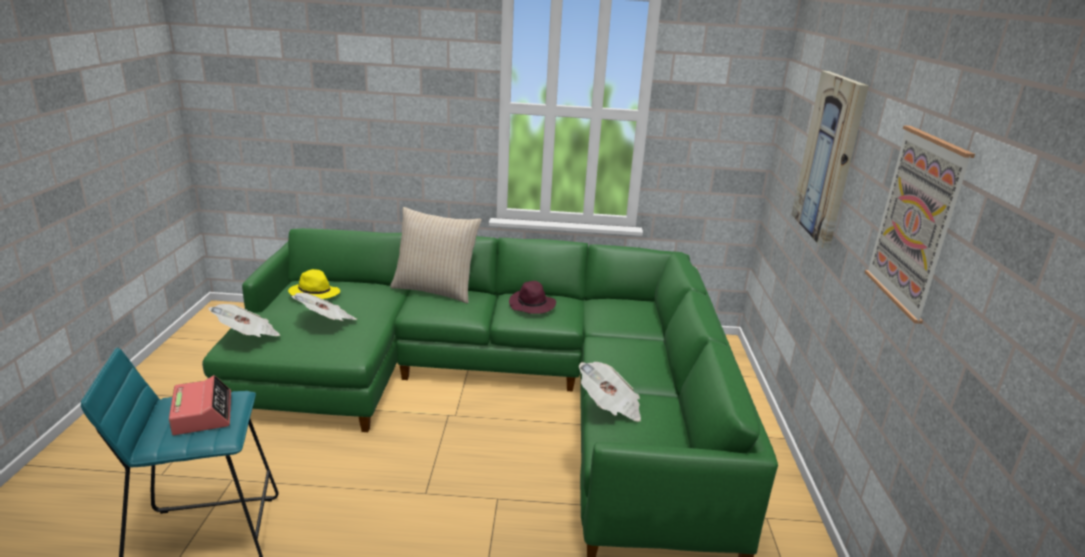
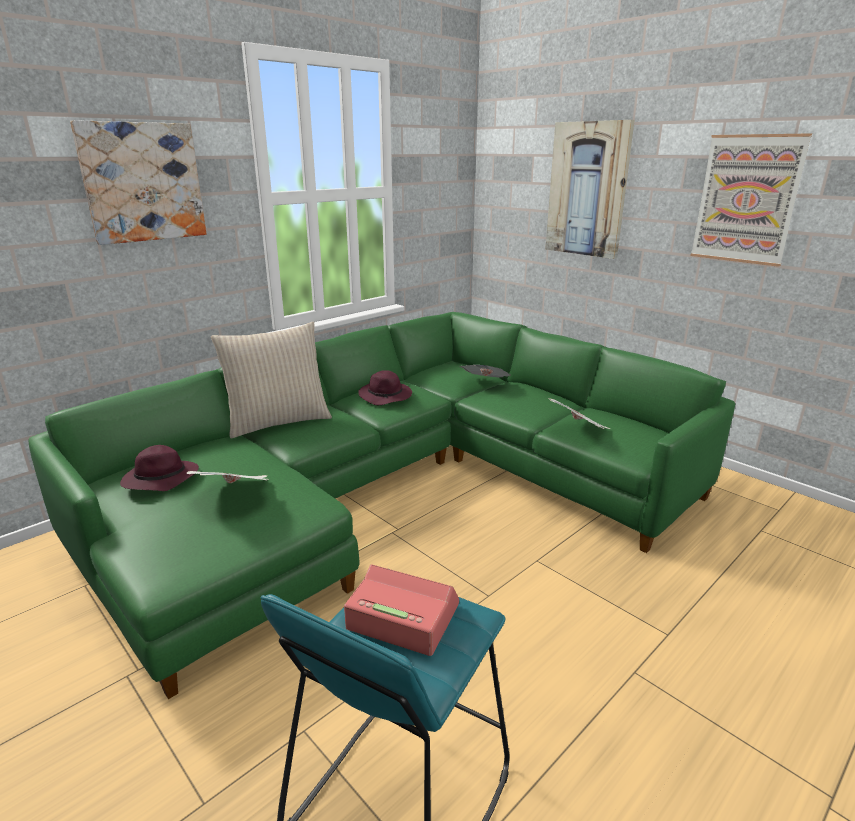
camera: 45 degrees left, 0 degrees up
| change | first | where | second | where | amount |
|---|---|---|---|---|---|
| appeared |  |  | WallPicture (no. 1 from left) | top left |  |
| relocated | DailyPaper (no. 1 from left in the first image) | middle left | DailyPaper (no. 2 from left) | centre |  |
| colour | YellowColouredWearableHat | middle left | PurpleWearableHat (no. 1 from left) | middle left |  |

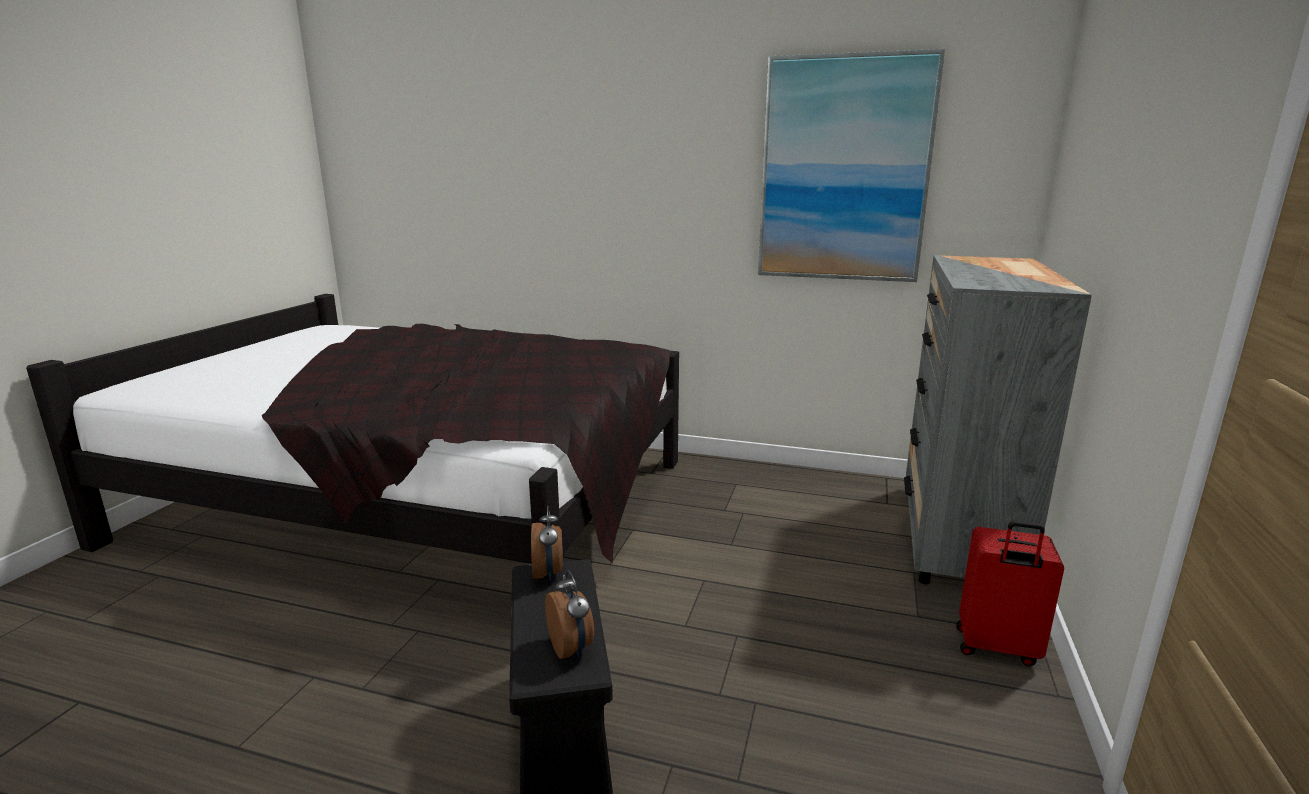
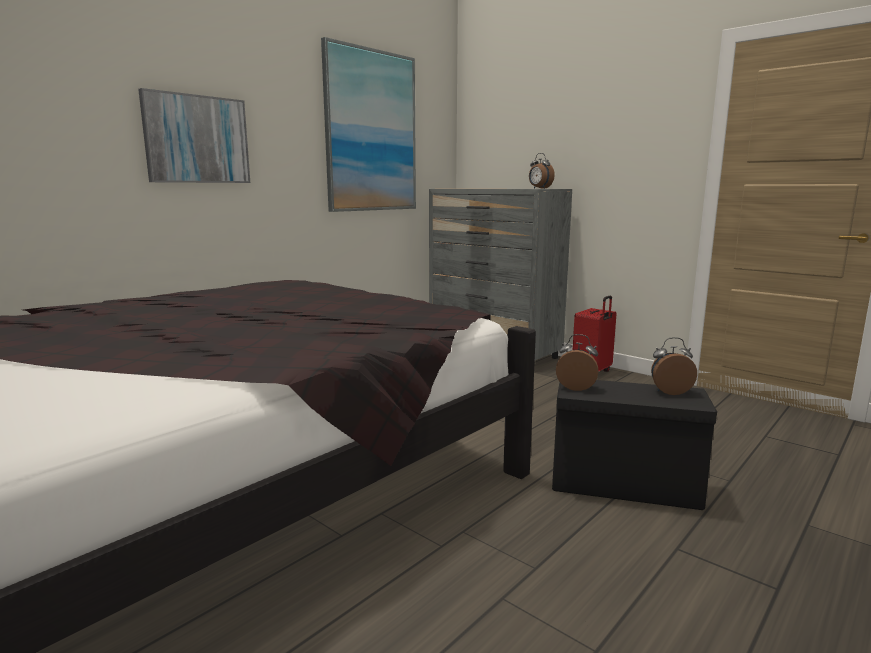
camera: 65 degrees left, 5 degrees down
| change | first | where | second | where | amount |
|---|---|---|---|---|---|
| appeared |  |  | WallPicture (no. 1 from left) | top left |  |
| appeared |  |  | AlarmClock (no. 1 from left) | top centre |  |

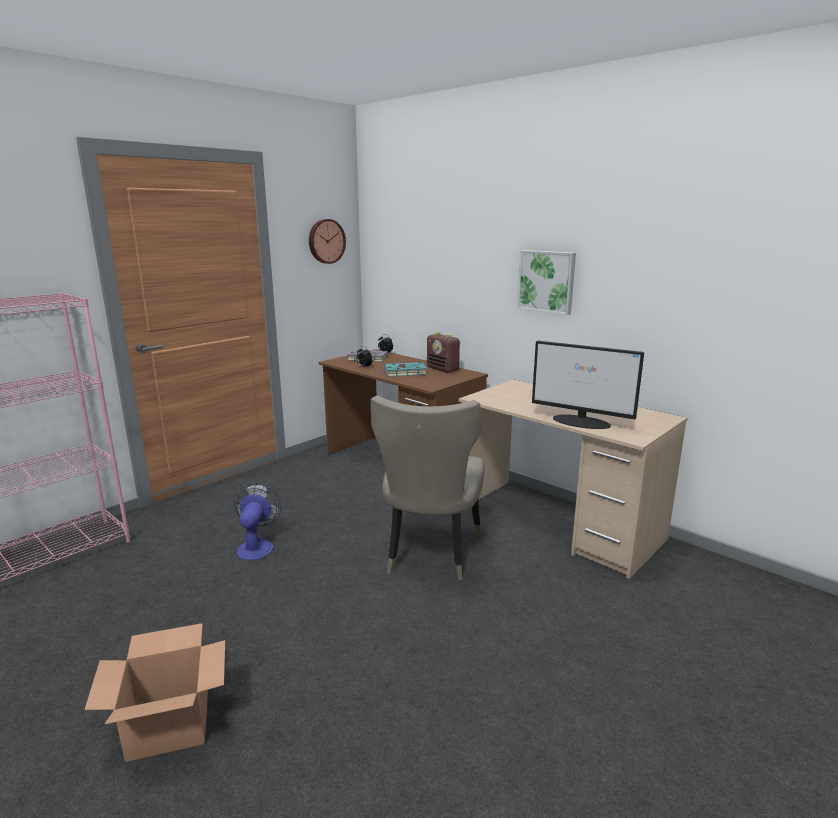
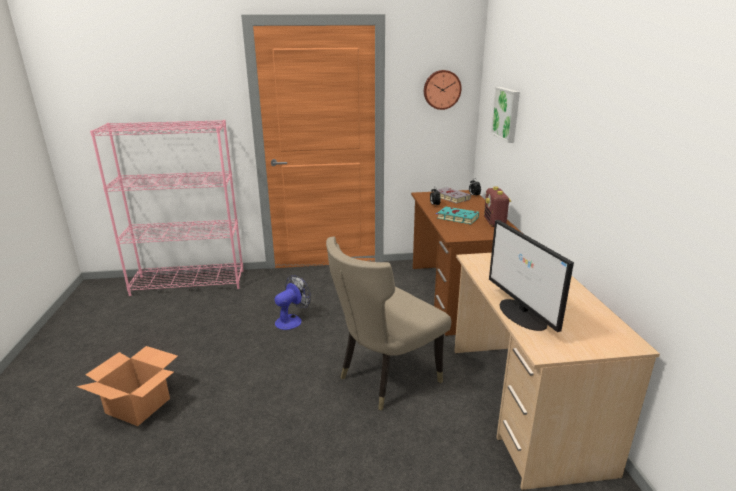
camera: 40 degrees right, 5 degrees up
| change | first | where | second | where | amount |
|---|---|---|---|---|---|
| relocated | WallPicture | centre |  | top right |  |

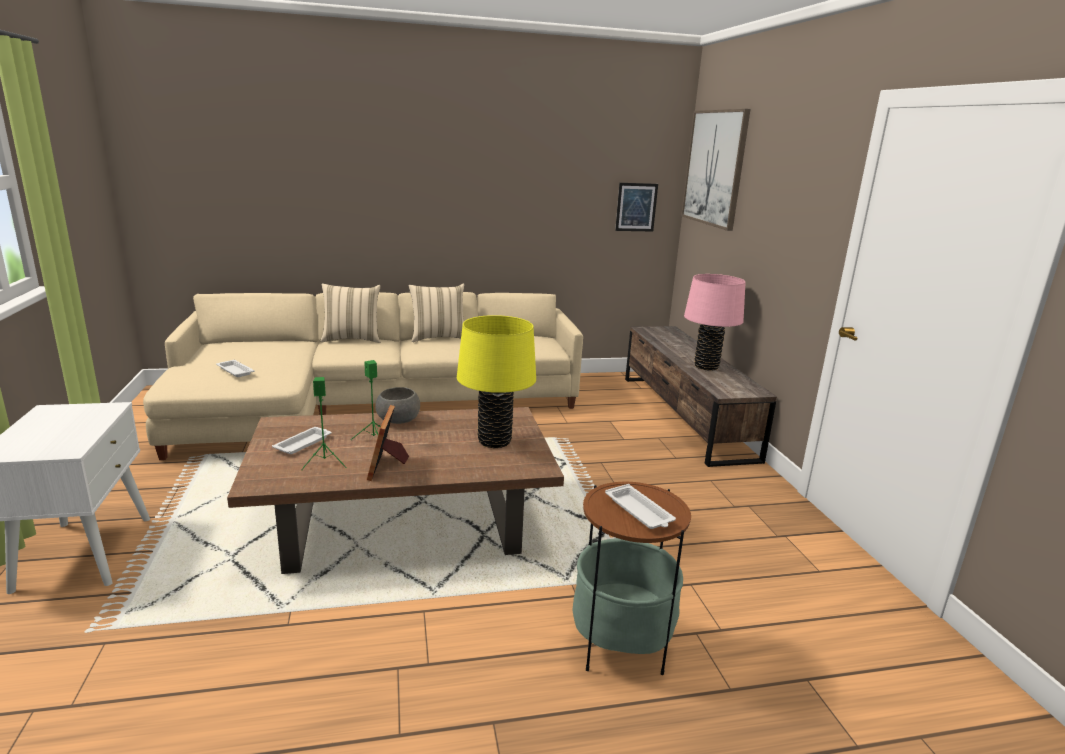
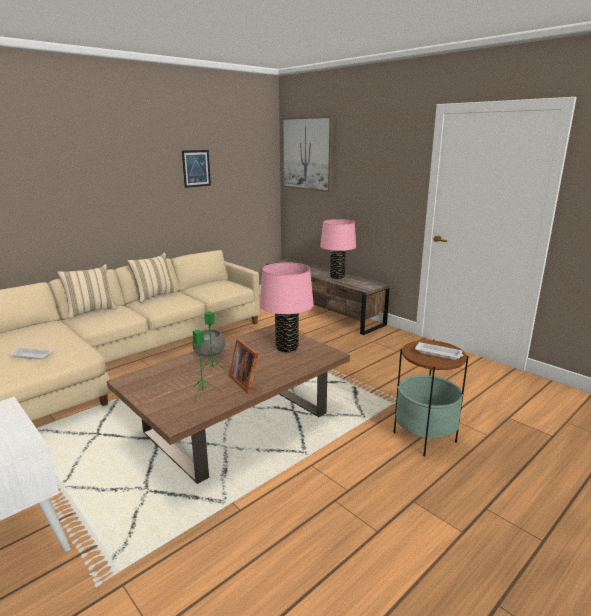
camera: 30 degrees left, 0 degrees up
| change | first | where | second | where | amount |
|---|---|---|---|---|---|
| missing | WhitishCarryingTray (no. 2 from left) | middle left |  |  |  |
| relocated | WallPicture (no. 1 from left) | top centre |  | top left |  |
| colour | YellowColouredLampForATable | centre | PinkColouredLampForATable (no. 1 from left) | centre |  |

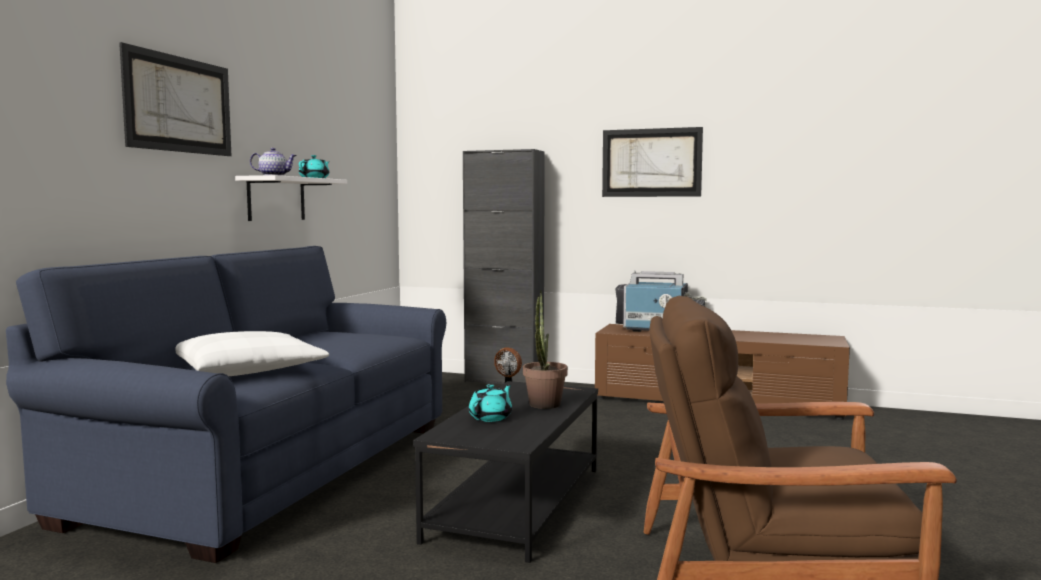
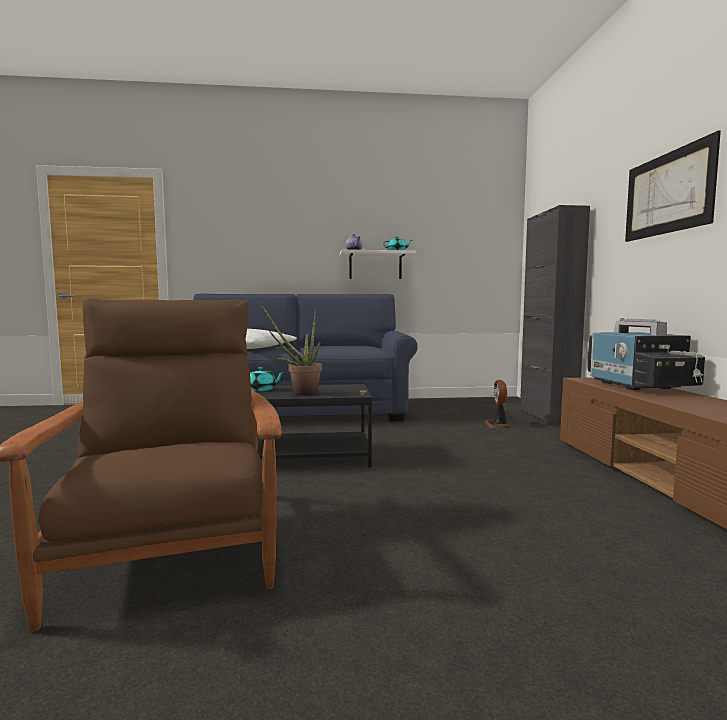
camera: 65 degrees right, 0 degrees up
| change | first | where | second | where | amount |
|---|---|---|---|---|---|
| missing | WallPicture (no. 1 from left) | top left |  |  |  |

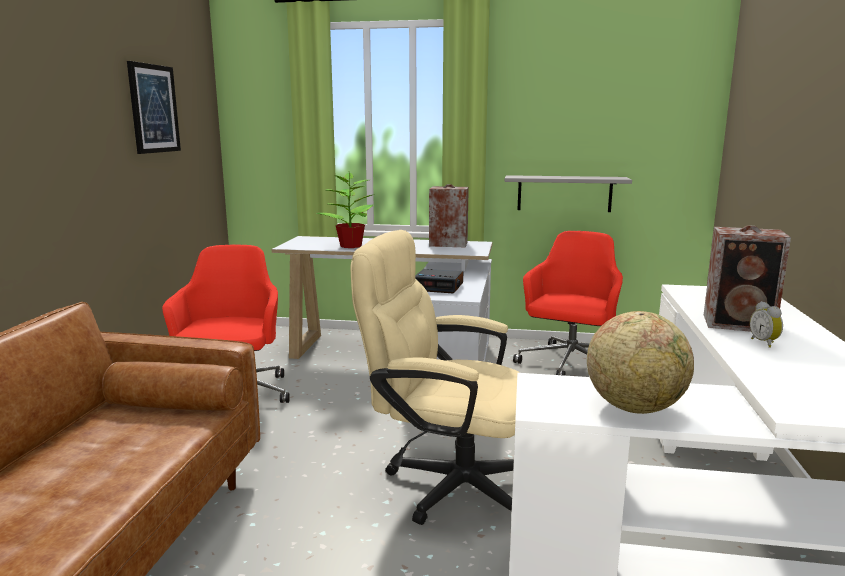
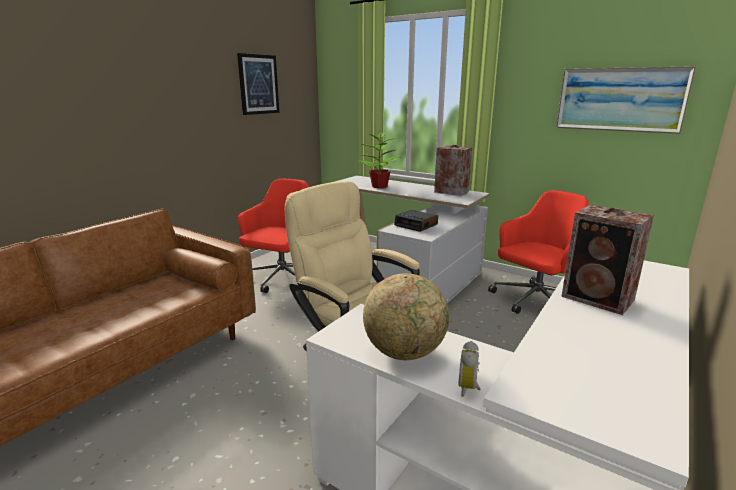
camera: 25 degrees right, 5 degrees up
| change | first | where | second | where | amount |
|---|---|---|---|---|---|
| missing | GrayWallShelf | middle right |  |  |  |
| appeared |  |  | WallPicture (no. 2 from left) | top right |  |
| relocated | AlarmClock (no. 2 from left) | middle right |  | bottom centre |  |

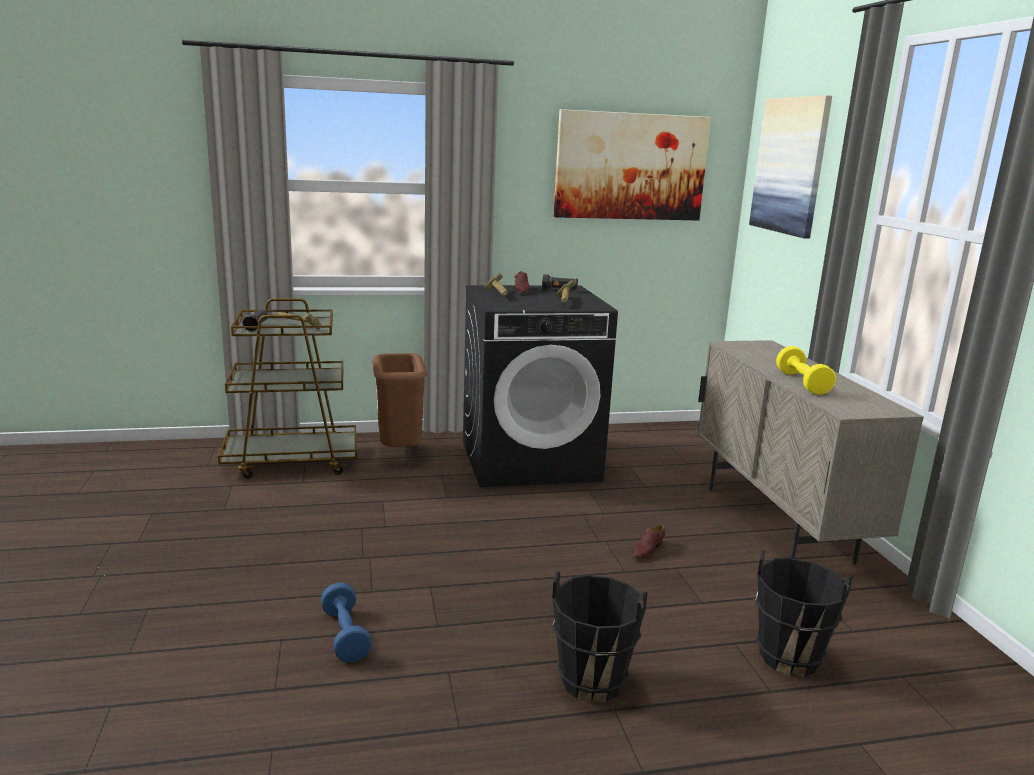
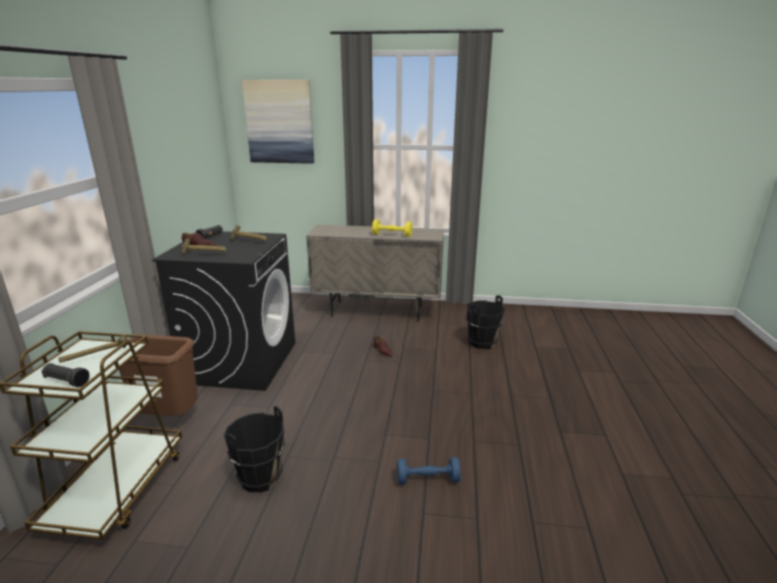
camera: 70 degrees left, 5 degrees up
| change | first | where | second | where | amount |
|---|---|---|---|---|---|
| missing | WallPicture (no. 1 from left) | top centre |  |  |  |
| relocated | BlackColouredWaterBucket (no. 1 from left) | bottom centre |  | bottom left |  |

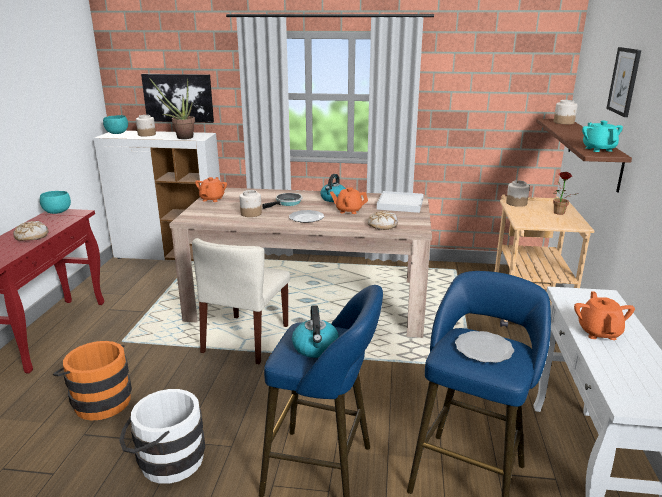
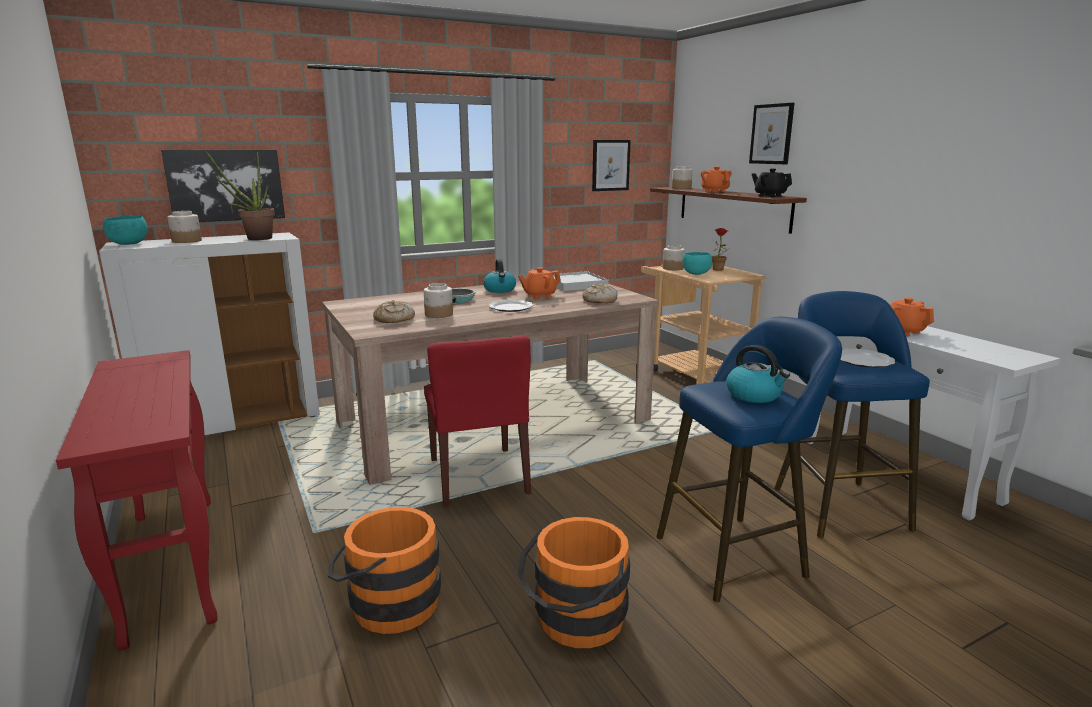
camera: 35 degrees left, 5 degrees down
| change | first | where | second | where | amount |
|---|---|---|---|---|---|
| appeared |  |  | WallPicture (no. 2 from left) | top centre |  |
| relocated | BakeryBread (no. 1 from left) | middle left |  | centre |  |
| relocated | TurquoiseColouredDeepDish (no. 1 from left in the first image) | middle left | TurquoiseColouredDeepDish (no. 2 from left) | centre |  |
| relocated | OrangeColouredTeapot (no. 1 from left in the first image) | middle left | OrangeColouredTeapot (no. 2 from left) | top centre |  |
| colour | WhitishWaterBucket | bottom left | OrangeColouredWaterBucket (no. 2 from left) | bottom centre |  |
| colour | BeigeColouredPlainChair | centre | RedColouredPlainChair | centre |  |
| colour | TurquoiseColouredTeapot | top right | BlackColouredTeapot | top right |  |

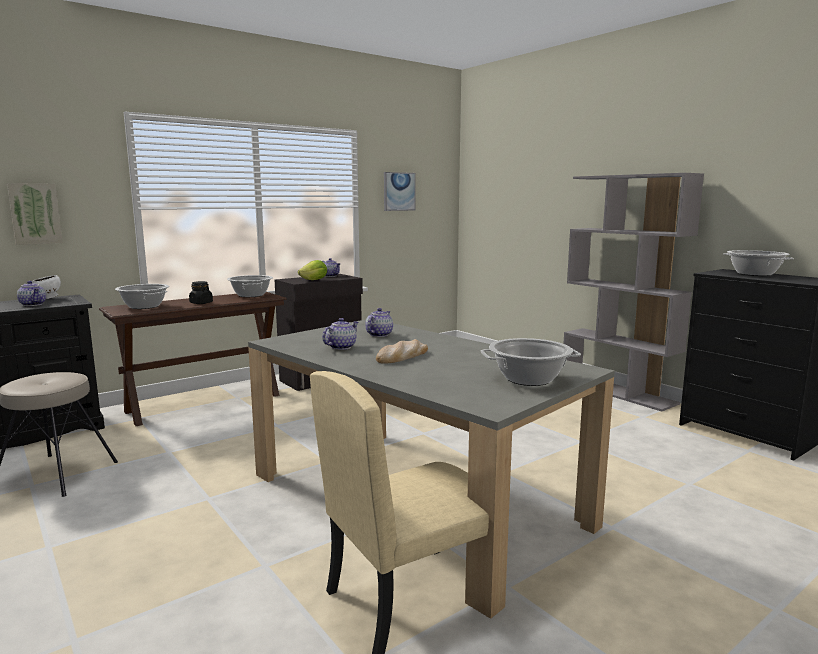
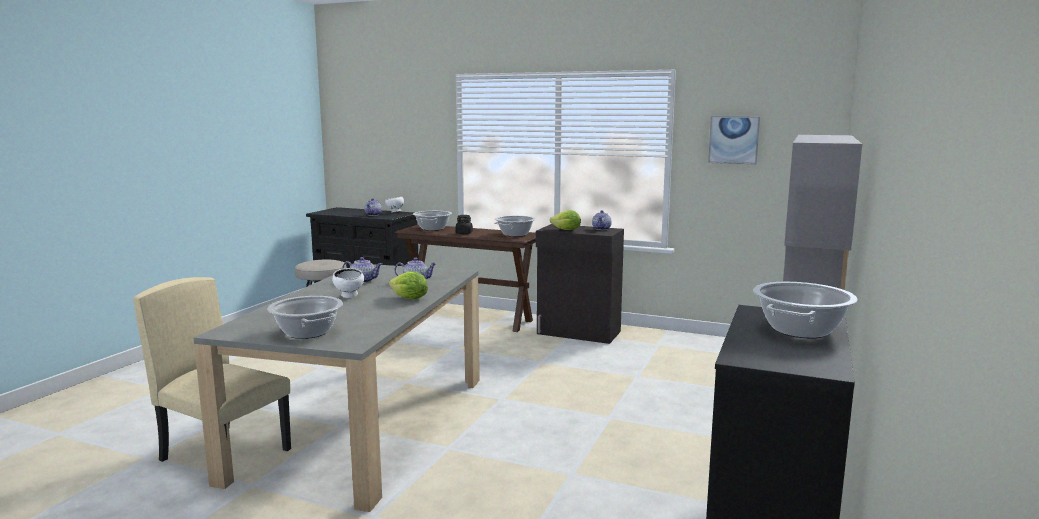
camera: 60 degrees right, 0 degrees up
| change | first | where | second | where | amount |
|---|---|---|---|---|---|
| missing | WallPicture (no. 1 from left) | top left |  |  |  |
| appeared |  |  | LettuceHead (no. 1 from left) | centre |  |
| exchanged | BakeryBread | centre | WhitishDeepDish (no. 1 from left) | centre |  |

